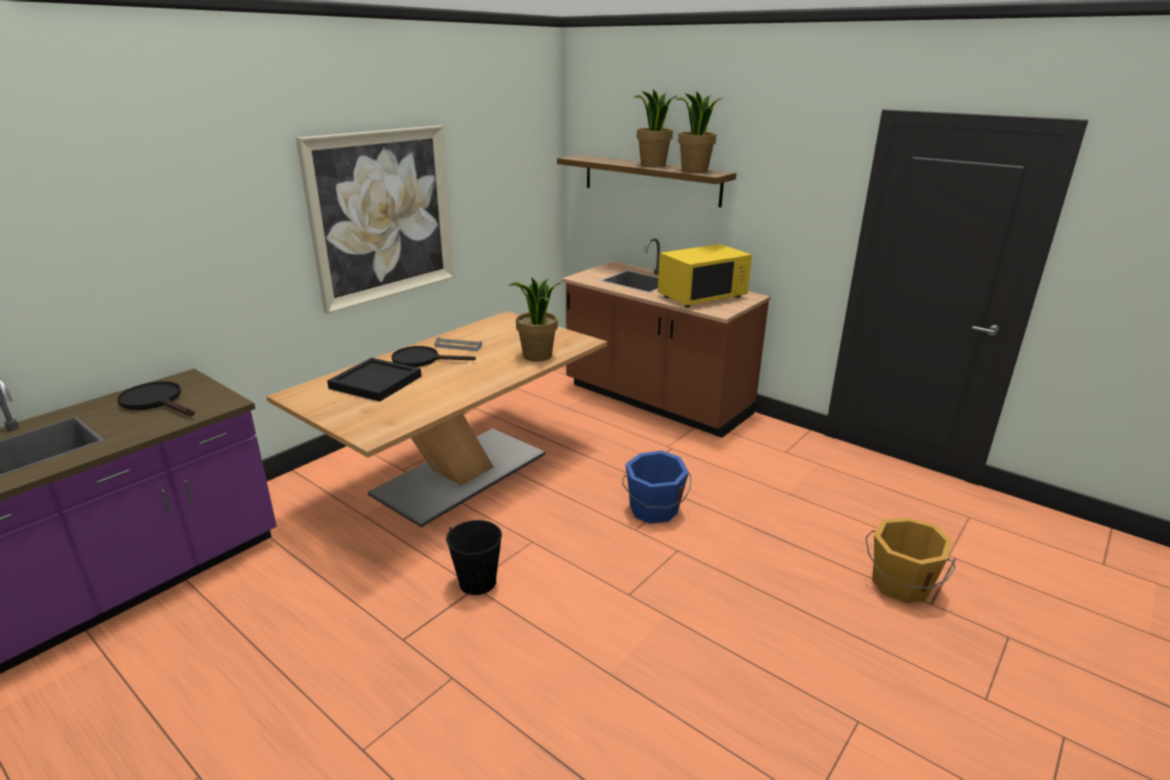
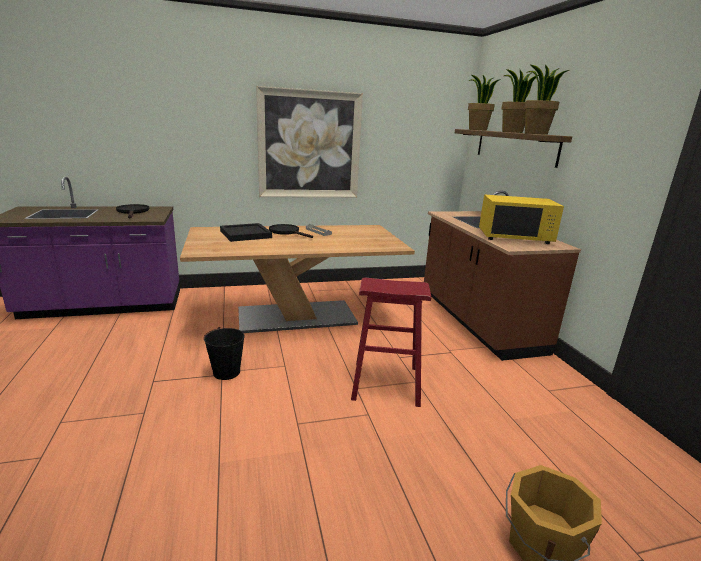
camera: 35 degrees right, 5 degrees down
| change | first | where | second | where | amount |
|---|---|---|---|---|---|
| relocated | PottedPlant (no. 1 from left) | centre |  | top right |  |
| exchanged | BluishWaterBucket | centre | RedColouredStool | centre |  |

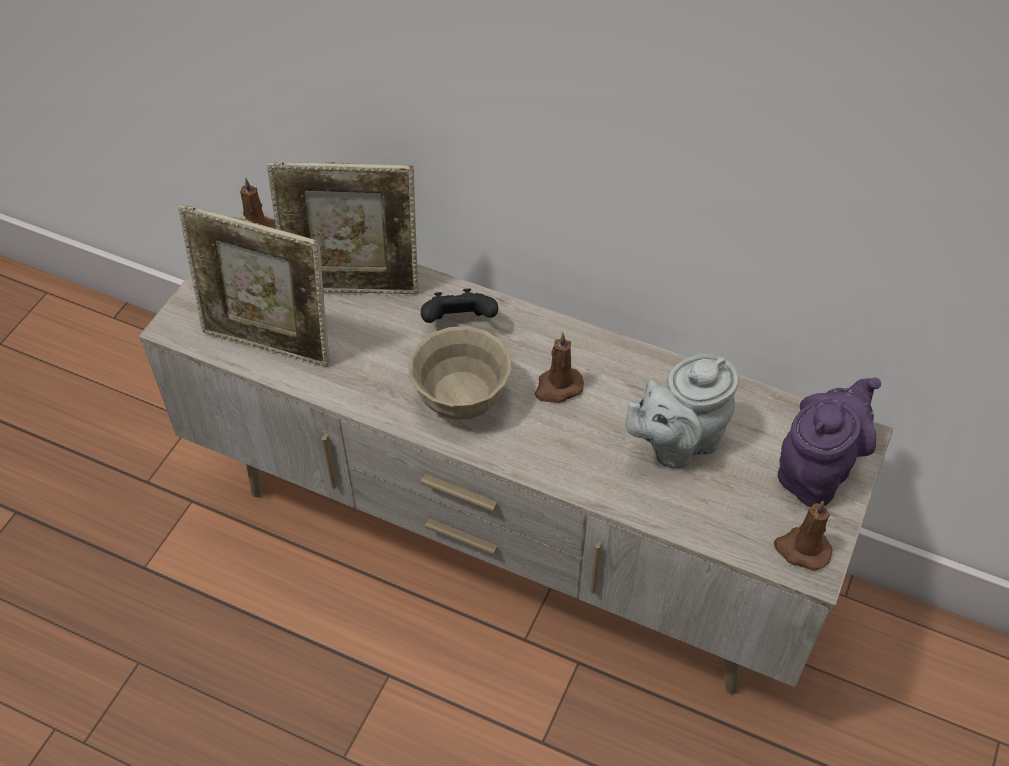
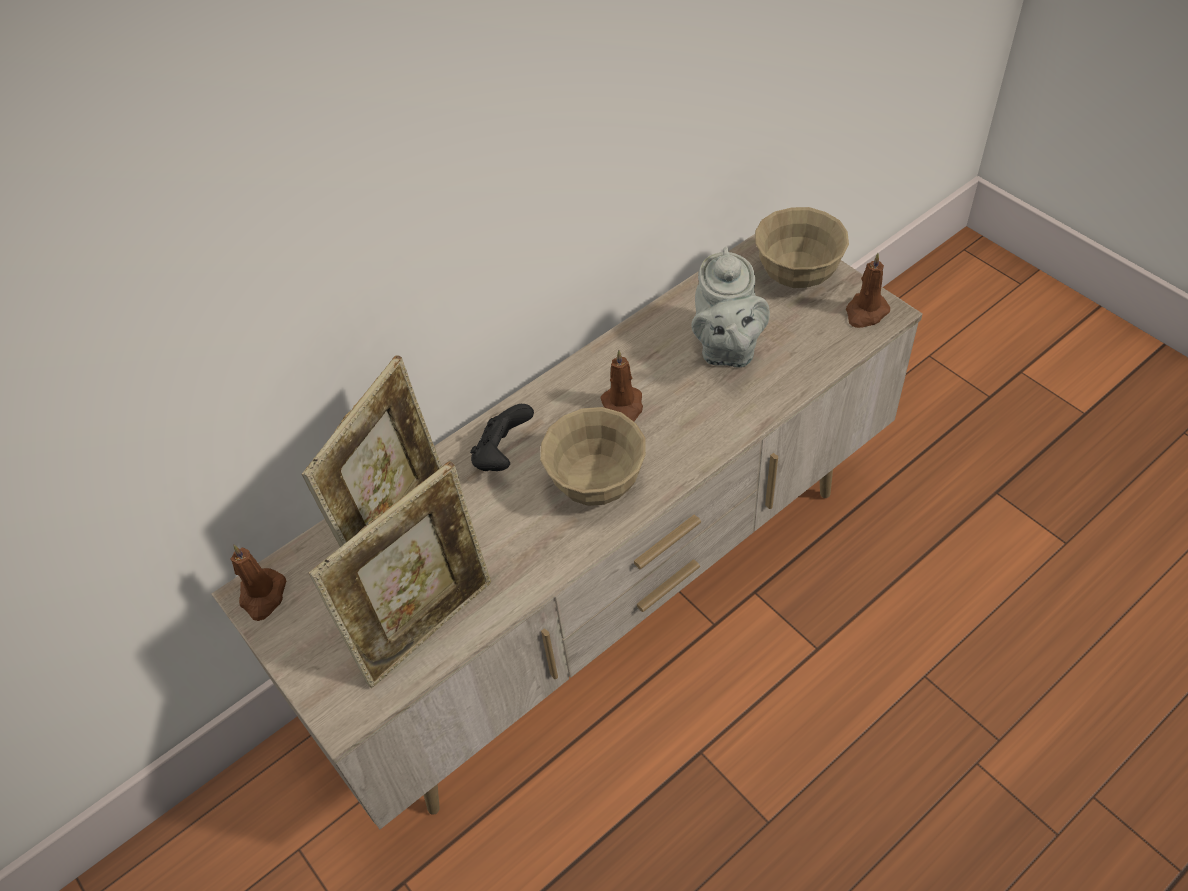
camera: 60 degrees left, 0 degrees up
| change | first | where | second | where | amount |
|---|---|---|---|---|---|
| exchanged | PurpleTeapot | middle right | BeigeColouredDeepDish (no. 2 from left) | top right |  |

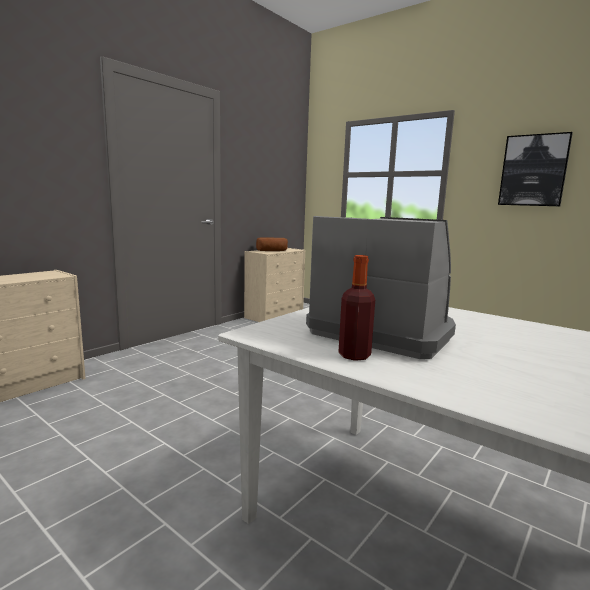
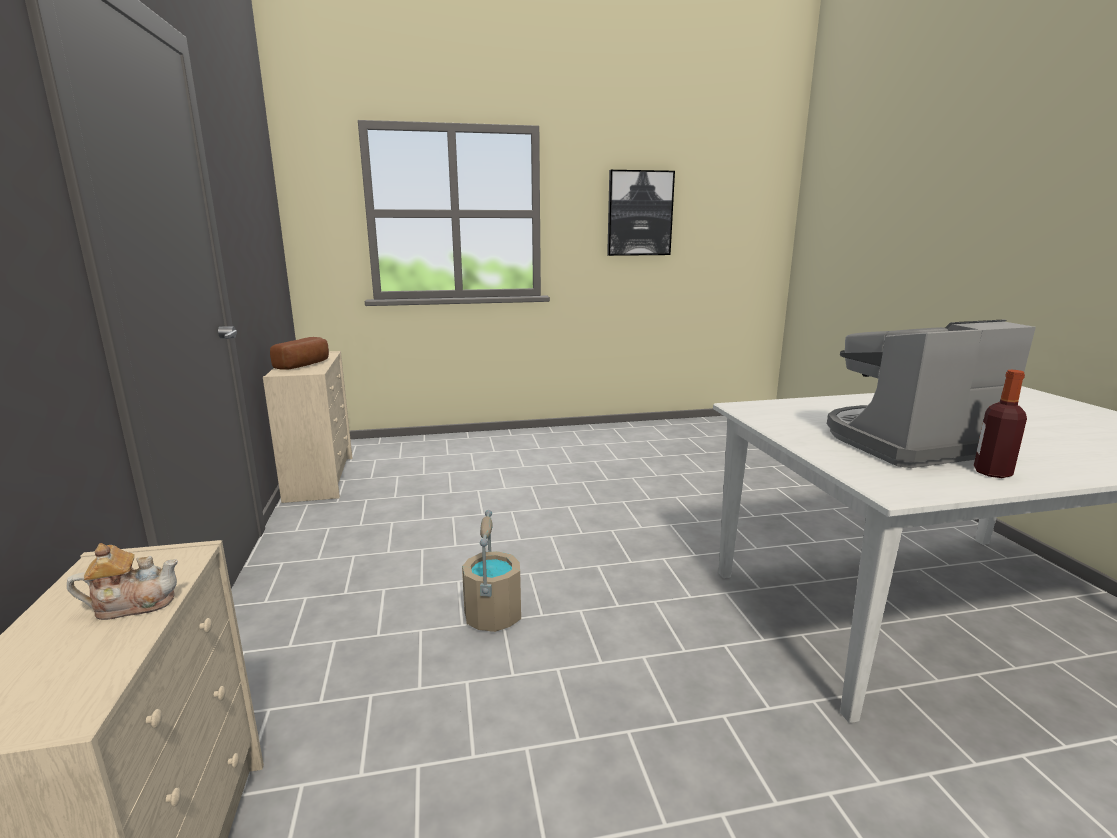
camera: 50 degrees left, 5 degrees up
| change | first | where | second | where | amount |
|---|---|---|---|---|---|
| appeared |  |  | Teapot | bottom left |  |
| appeared |  |  | BeigeColouredWaterBucket | bottom centre |  |

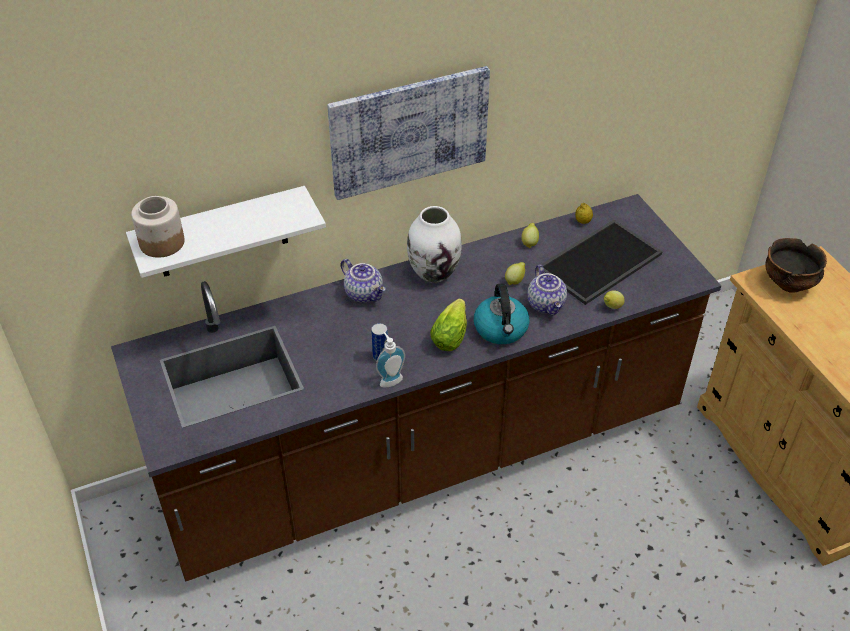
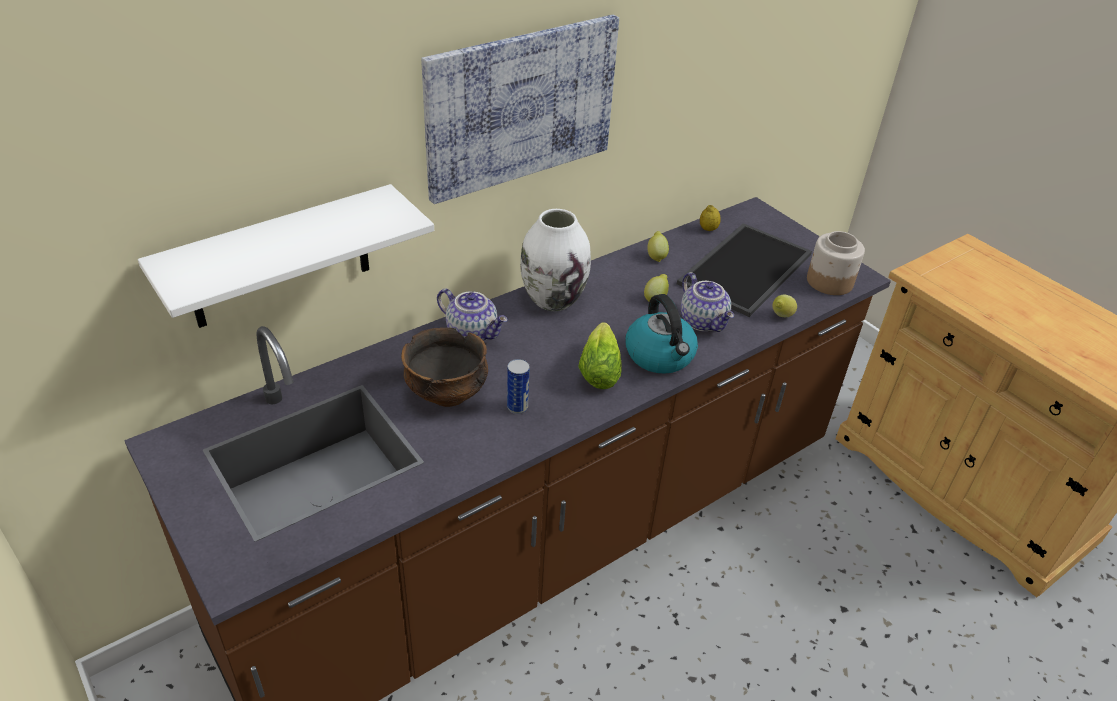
camera: 15 degrees left, 5 degrees down
| change | first | where | second | where | amount |
|---|---|---|---|---|---|
| missing | SoapBottle | centre |  |  |  |
| relocated | PreserveJar | middle left |  | middle right |  |
| relocated | DeepDish | middle right |  | centre |  |

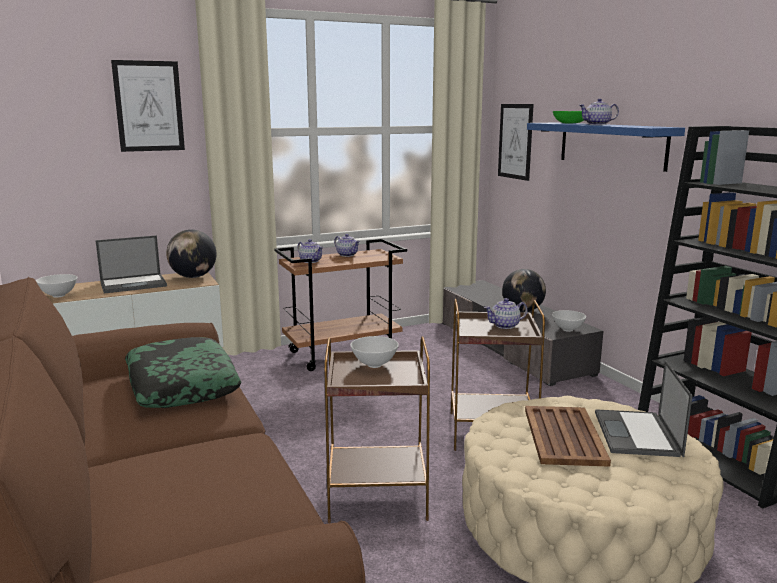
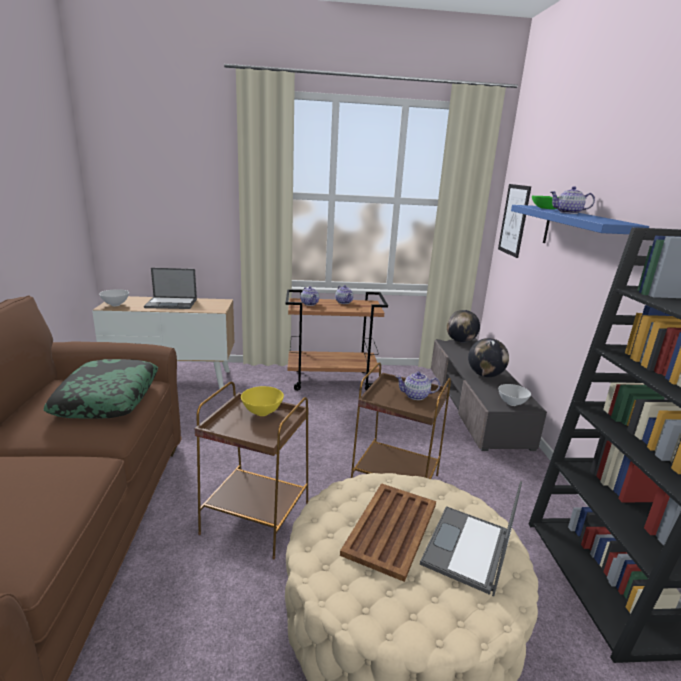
camera: 20 degrees right, 5 degrees up
| change | first | where | second | where | amount |
|---|---|---|---|---|---|
| missing | WallPicture (no. 1 from left) | top left |  |  |  |
| relocated | Globe (no. 1 from left) | middle left |  | middle right |  |
| colour | WhitishDeepDish (no. 2 from left) | centre | YellowColouredDeepDish | centre |  |

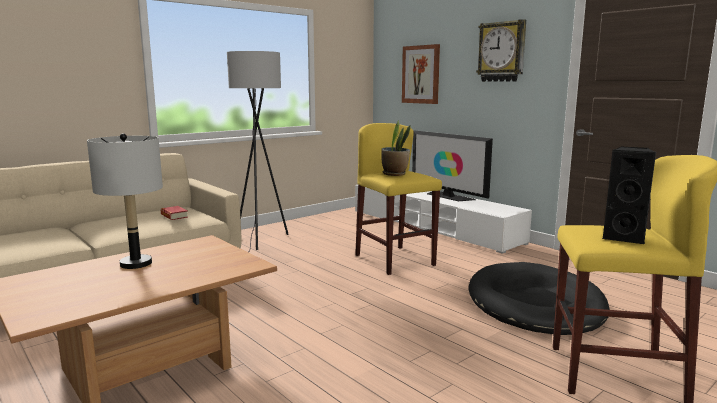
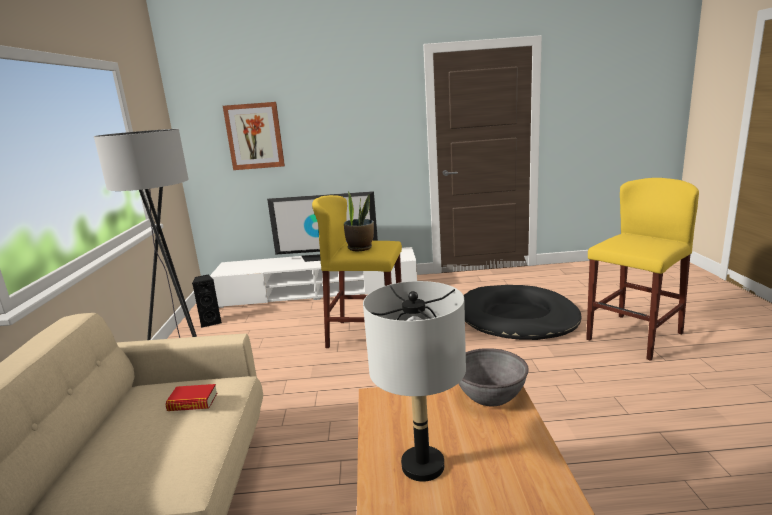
camera: 50 degrees left, 5 degrees up
| change | first | where | second | where | amount |
|---|---|---|---|---|---|
| missing | HangingClock | top right |  |  |  |
| appeared |  |  | GrayDeepDish | bottom centre |  |
| relocated | BlackColouredLoudspeaker | middle right |  | middle left |  |

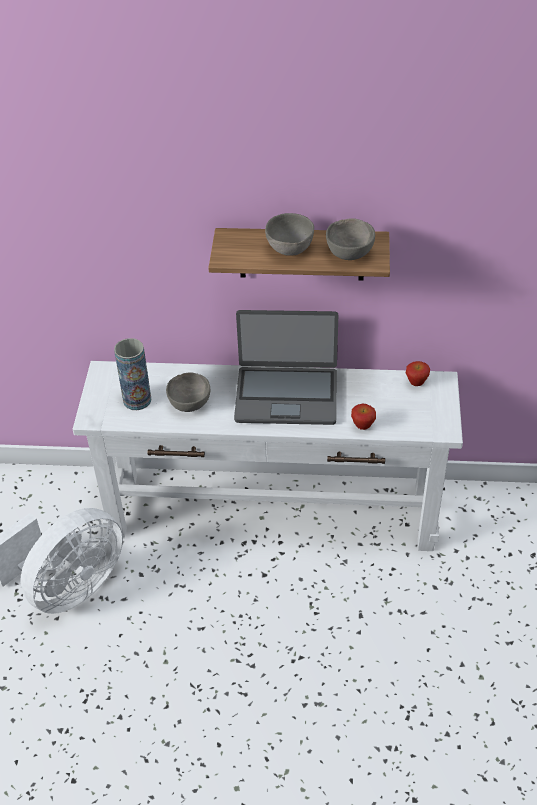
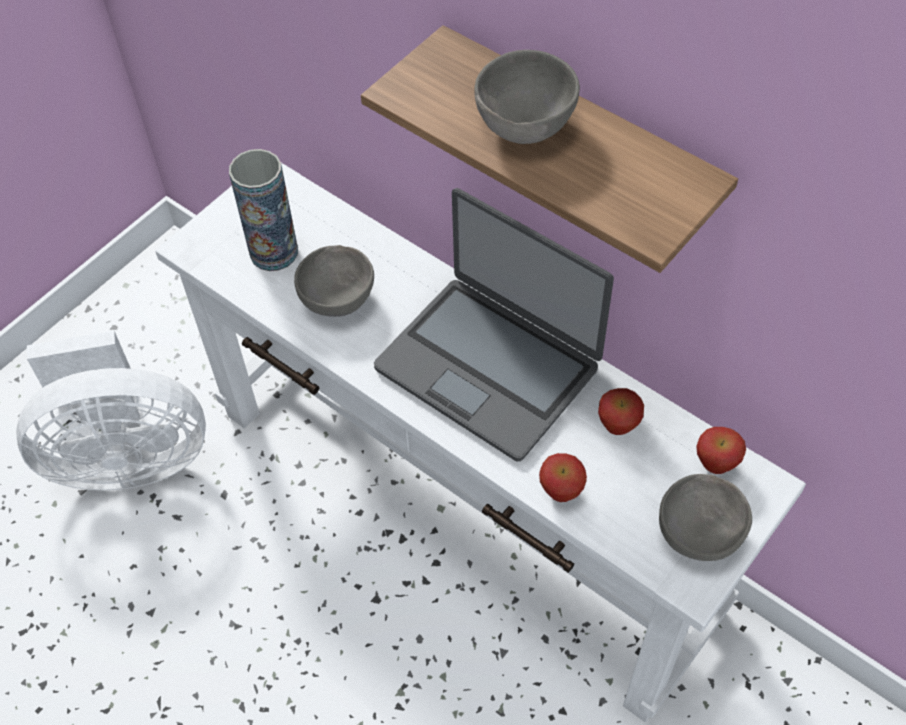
camera: 35 degrees right, 10 degrees up
| change | first | where | second | where | amount |
|---|---|---|---|---|---|
| appeared |  |  | Apple (no. 2 from left) | middle right |  |
| relocated | GrayDeepDish (no. 3 from left) | top centre |  | bottom right |  |

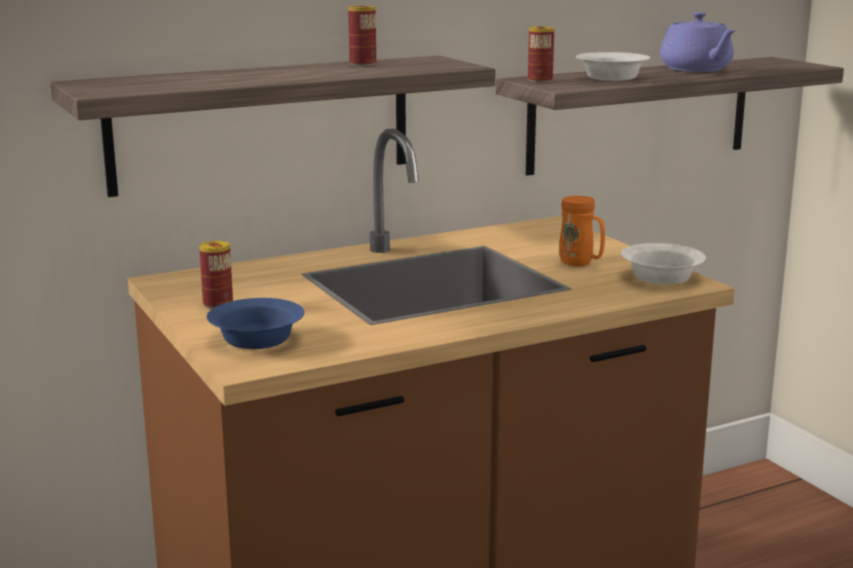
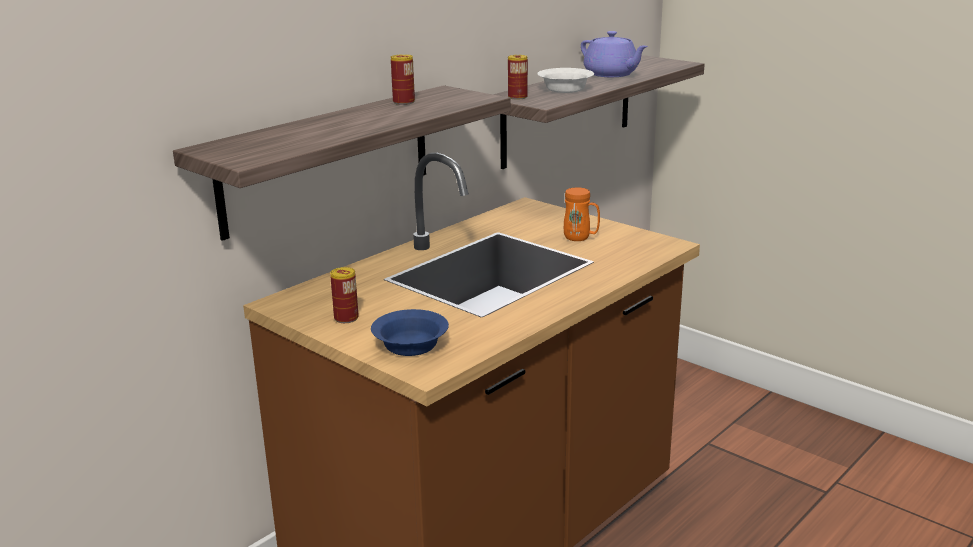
camera: 20 degrees left, 5 degrees up
| change | first | where | second | where | amount |
|---|---|---|---|---|---|
| missing | WhitishDeepDish (no. 2 from left) | middle right |  |  |  |

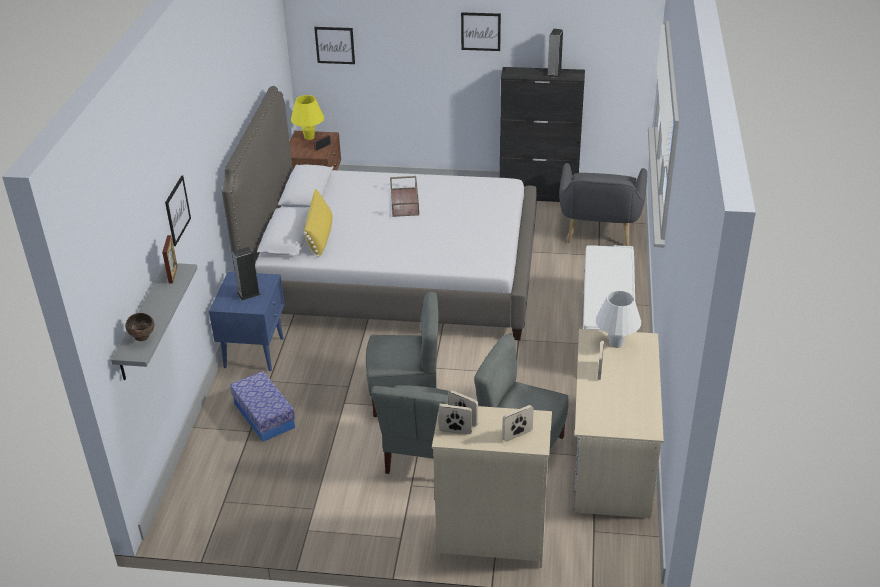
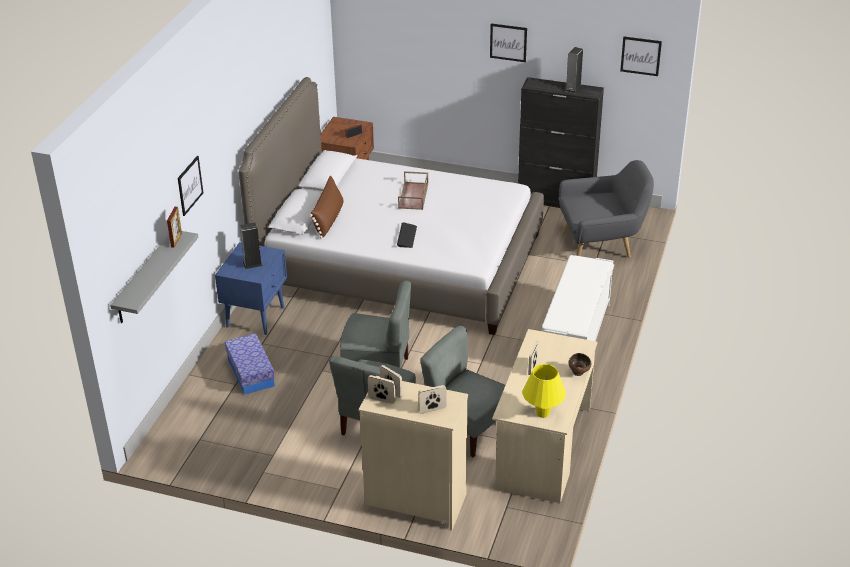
camera: 10 degrees right, 0 degrees up
| change | first | where | second | where | amount |
|---|---|---|---|---|---|
| missing | WhitishLampForATable | middle right |  |  |  |
| appeared |  |  | Keyboard (no. 1 from left) | centre |  |
| relocated | BrownDeepDish | middle left |  | middle right |  |
| relocated | YellowColouredLampForATable | top centre |  | bottom centre |  |
| relocated | WallPicture (no. 2 from left in the first image) | top centre | WallPicture (no. 3 from left) | top right |  |
| colour | YellowColouredCushion | centre | BrownCushion | centre |  |
| spun | GrayLoungeChair | middle right |  | middle right | 120 degrees counterclockwise |

